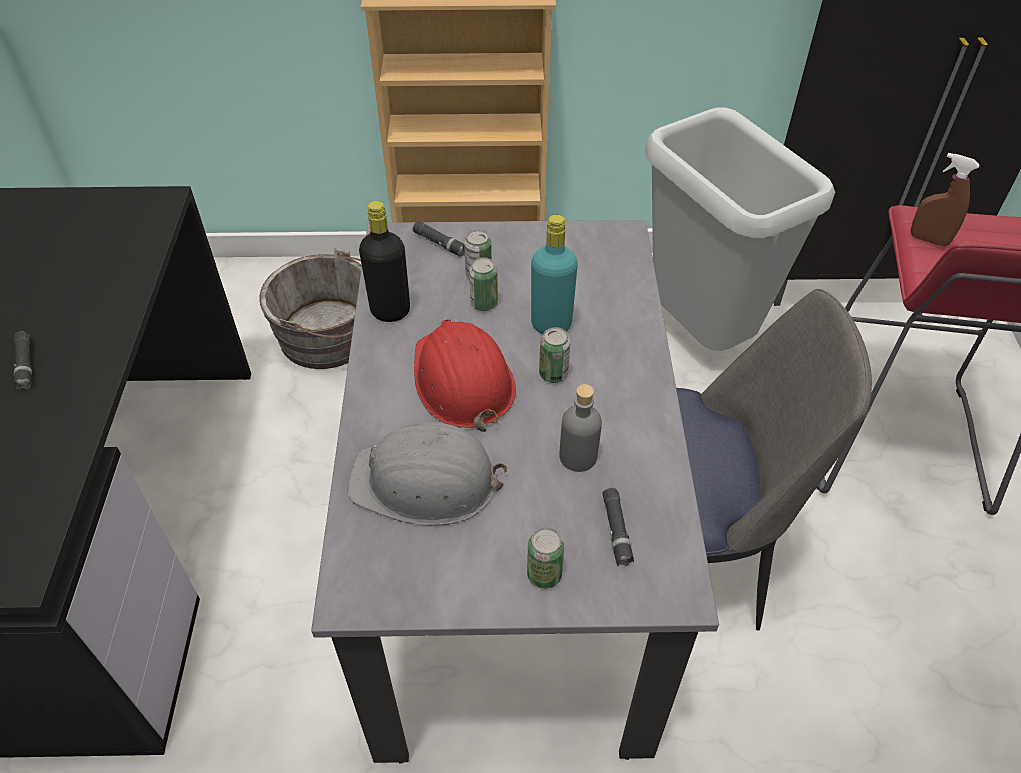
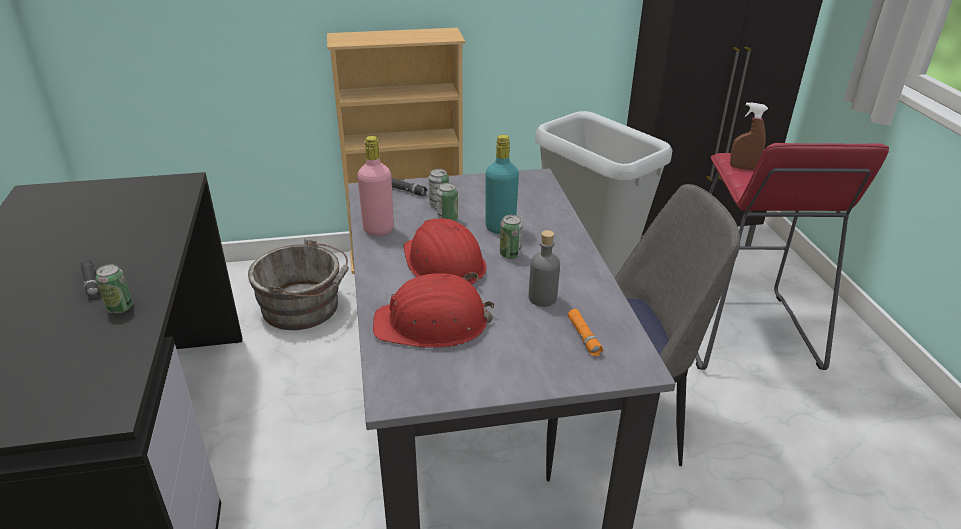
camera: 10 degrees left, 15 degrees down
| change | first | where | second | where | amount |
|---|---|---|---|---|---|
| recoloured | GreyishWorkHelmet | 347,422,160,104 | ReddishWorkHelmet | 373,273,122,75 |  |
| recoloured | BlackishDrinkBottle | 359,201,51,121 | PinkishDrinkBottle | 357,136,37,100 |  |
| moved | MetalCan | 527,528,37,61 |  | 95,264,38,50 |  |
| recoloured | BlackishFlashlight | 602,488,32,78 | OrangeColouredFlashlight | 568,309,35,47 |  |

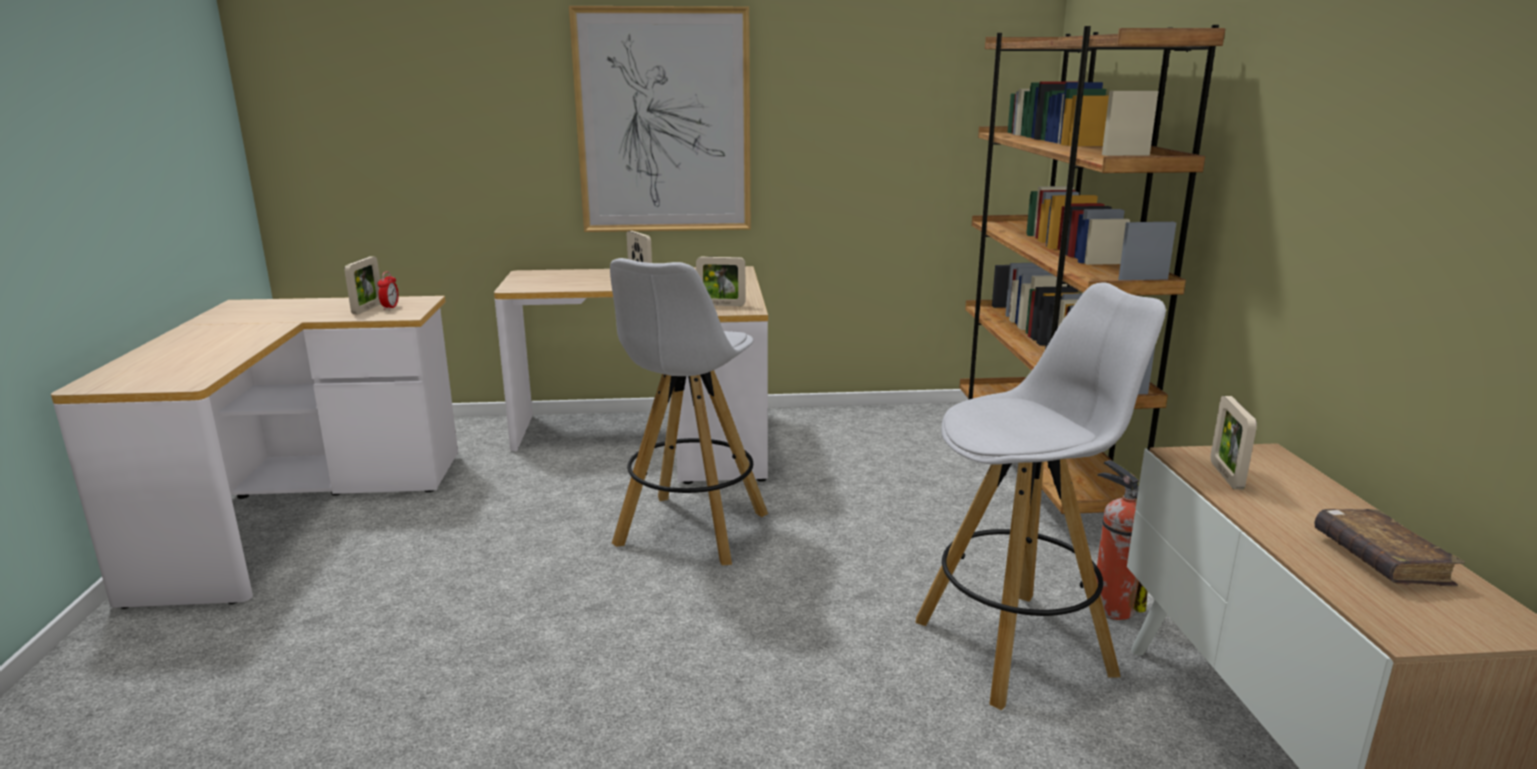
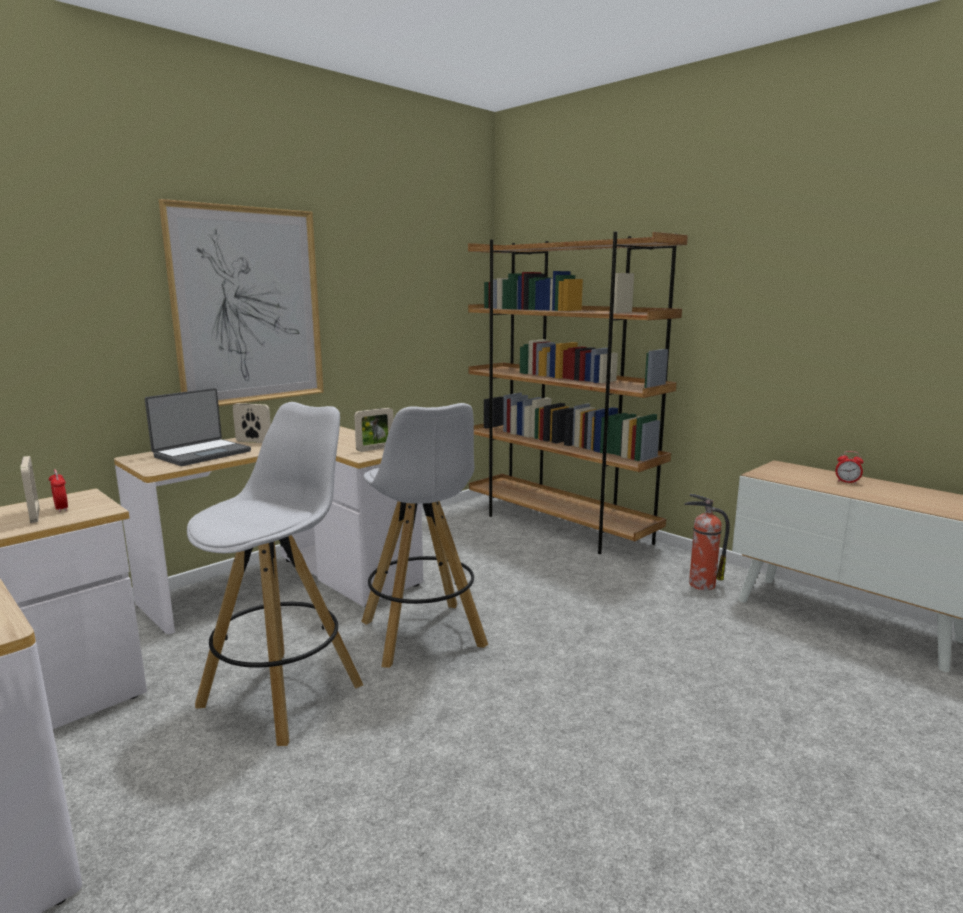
camera: 40 degrees left, 5 degrees down
| change | first | where | second | where | amount |
|---|---|---|---|---|---|
| moved | WhitishStoolSeat | 915,282,251,428 |  | 187,402,176,344 |  |
| removed | PictureFrame | 1210,396,47,94 |  |  |  |
| removed | BrownBoundBook | 1314,509,151,77 |  |  |  |
| added |  |  | NotebookComputer | 145,388,106,78 |  |
| added |  |  | AlarmClock | 836,451,28,33 |  |

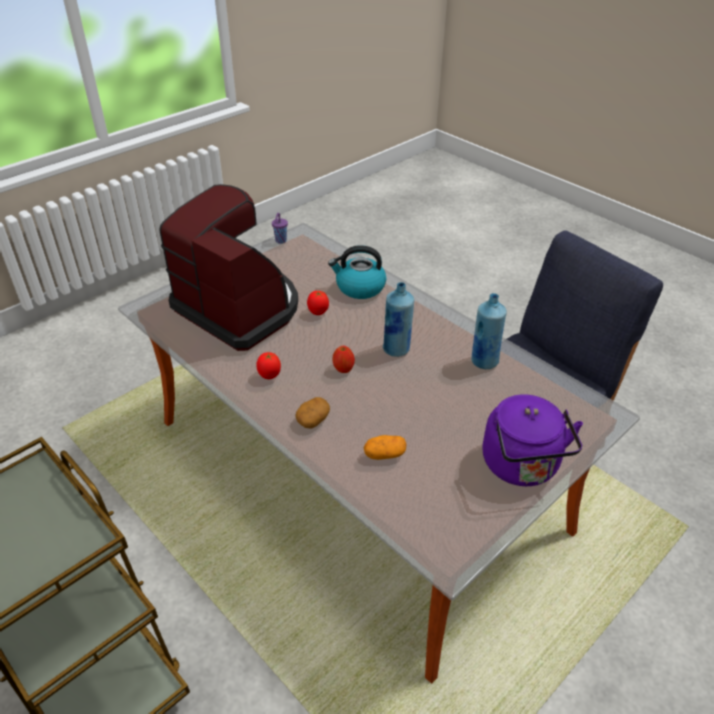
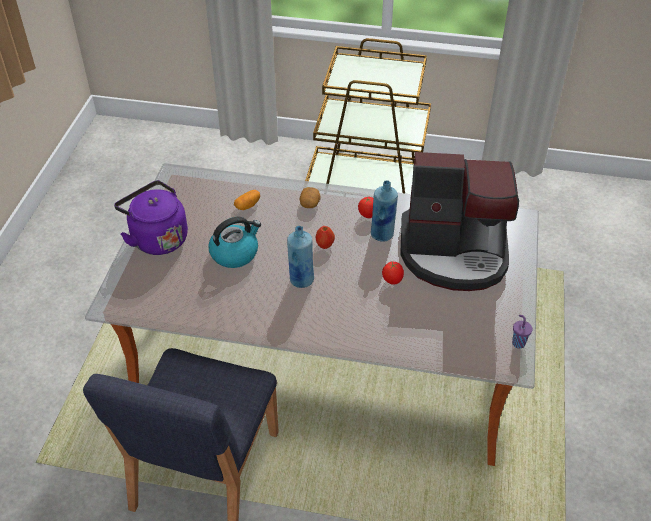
camera: 145 degrees right, 5 degrees up
| change | first | where | second | where | amount |
|---|---|---|---|---|---|
| moved | Kettle | 328,245,58,54 |  | 208,217,53,51 |  |
| moved | BluishDrinkBottle | 471,293,36,76 |  | 371,181,27,61 |  |

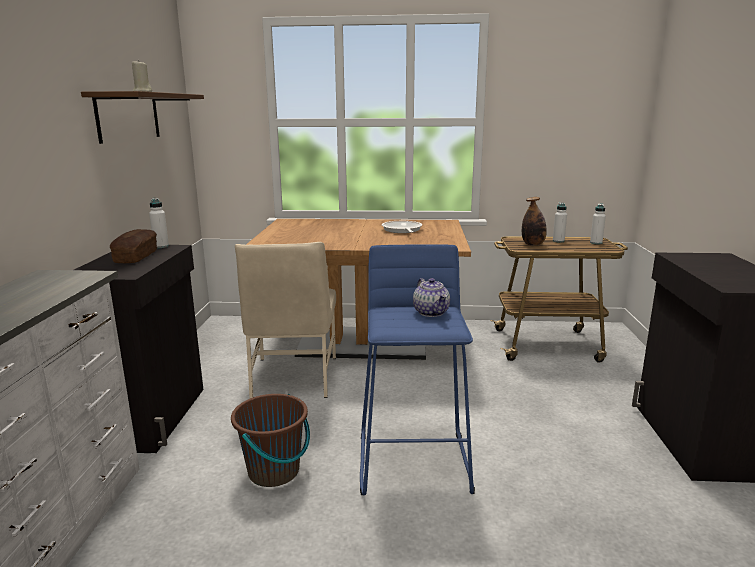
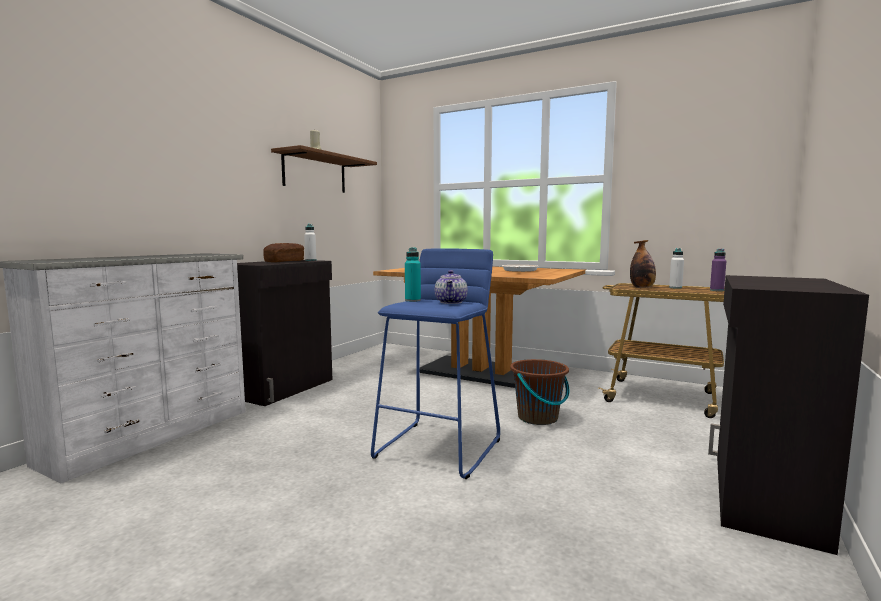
camera: 25 degrees right, 10 degrees down
| change | first | where | second | where | amount |
|---|---|---|---|---|---|
| moved | BrownBucket | 231,394,79,93 |  | 510,359,59,66 |  |
| removed | BeigeUprightChair | 235,242,101,156 |  |  |  |
| recoloured | WhitishDrinkBottle | 590,203,16,41 | PurpleColouredDrinkBottle | 710,249,16,42 |  |
| added |  |  | BlueGreenDrinkBottle | 405,247,16,55 |  |

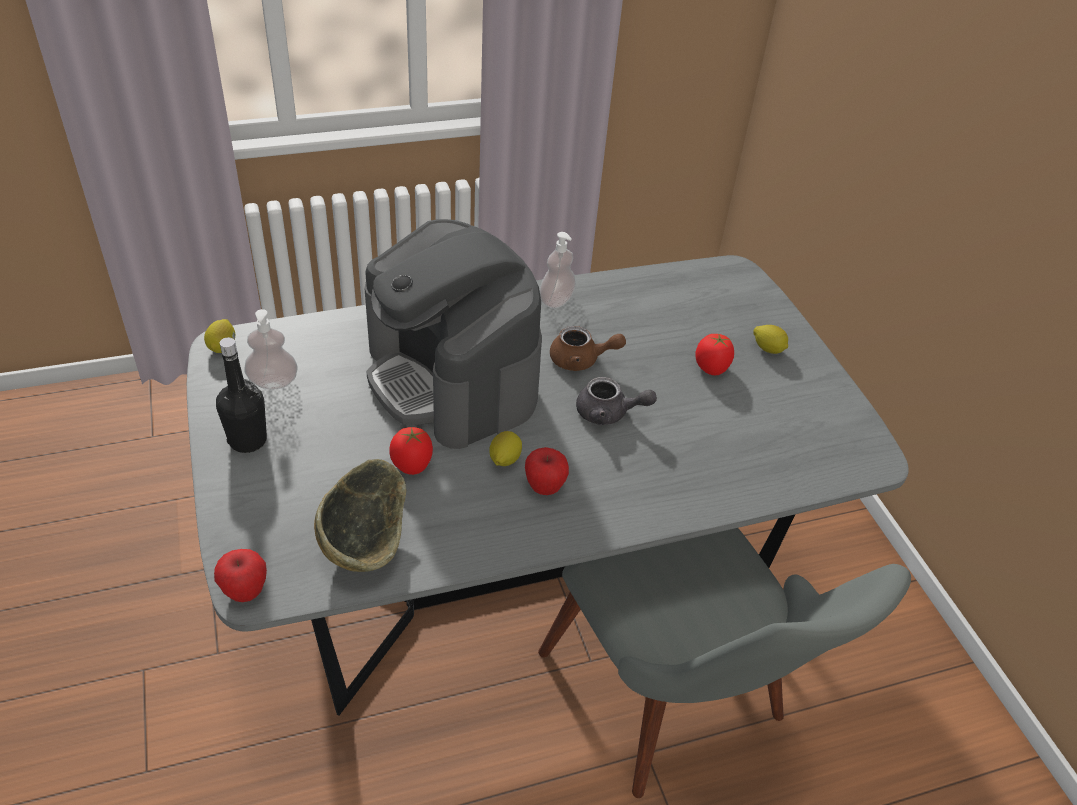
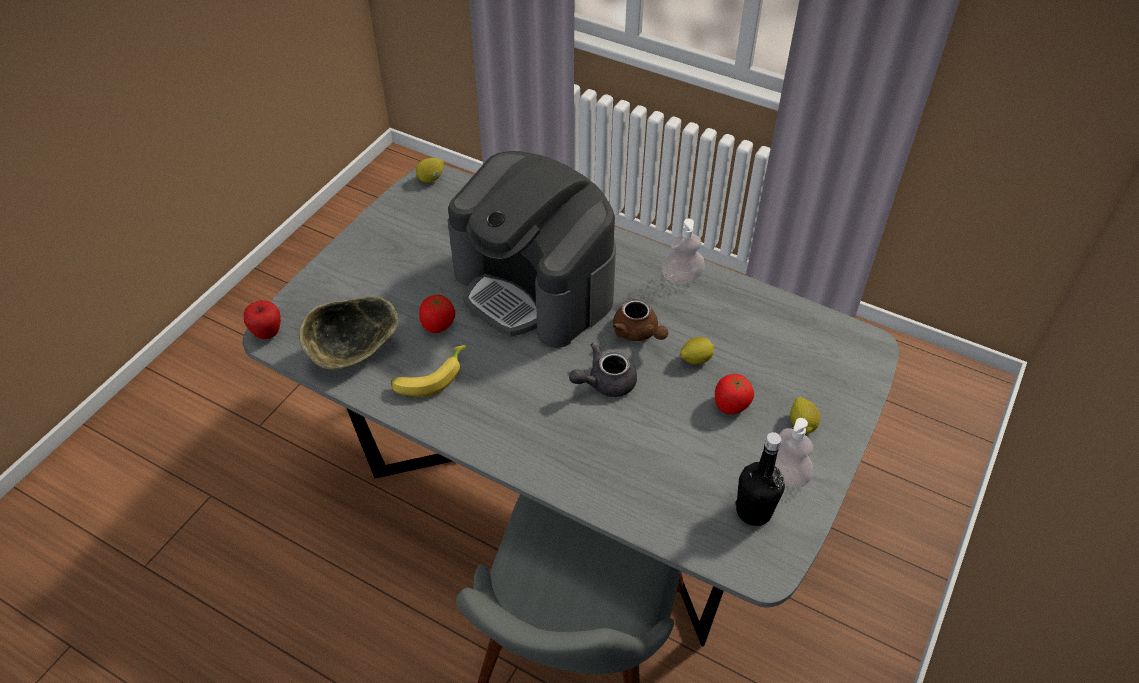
camera: 50 degrees right, 5 degrees up
| change | first | where | second | where | amount |
|---|---|---|---|---|---|
| moved | BlackishDrinkBottle | 216,337,51,116 |  | 735,432,50,94 |  |
| moved | LiquidSoapBottle | 245,309,53,80 |  | 775,418,38,70 |  |
| turned | CoffeeBrewer | 364,219,178,230 |  | 448,151,168,197 | 60 degrees counterclockwise |
| moved | CitrusFruit | 489,431,33,35 |  | 680,337,35,27 |  |
| removed | WholeApple | 525,447,44,48 |  |  |  |
| turned | GreyishPotForTea | 576,377,81,48 |  | 569,343,68,54 | 90 degrees clockwise |
| added |  |  | Banana | 391,345,76,52 |  |

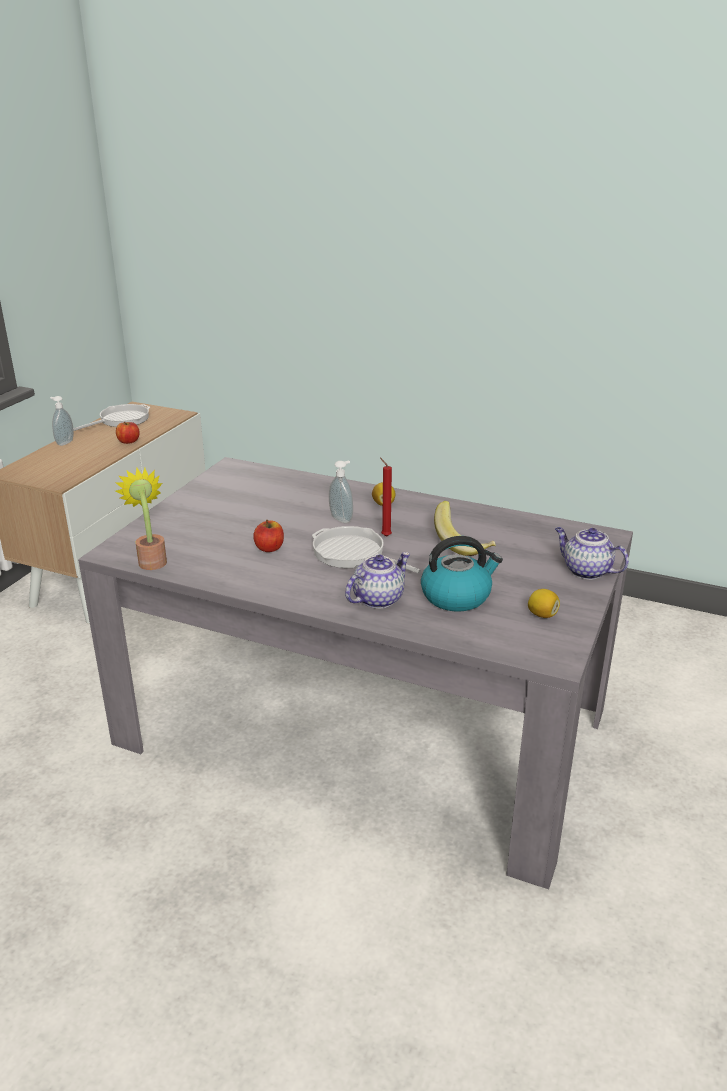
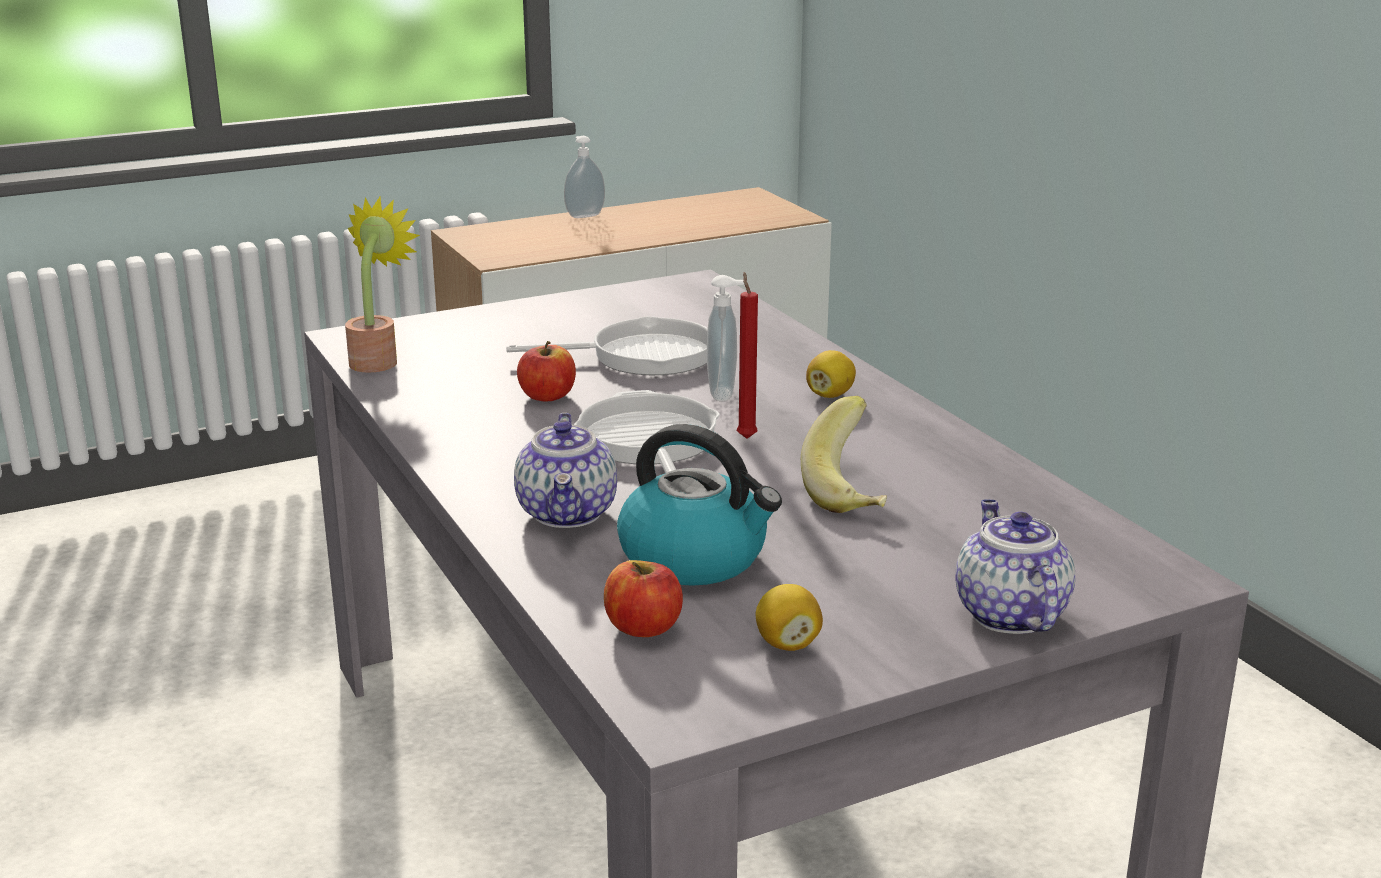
camera: 40 degrees right, 5 degrees down
| change | first | where | second | where | amount |
|---|---|---|---|---|---|
| moved | Skillet | 73,404,77,27 |  | 506,316,202,59 |  |
| moved | WholeApple | 116,422,24,22 |  | 604,560,79,77 |  |
| turned | PotForTea | 345,552,65,57 |  | 514,413,103,115 | 90 degrees clockwise |

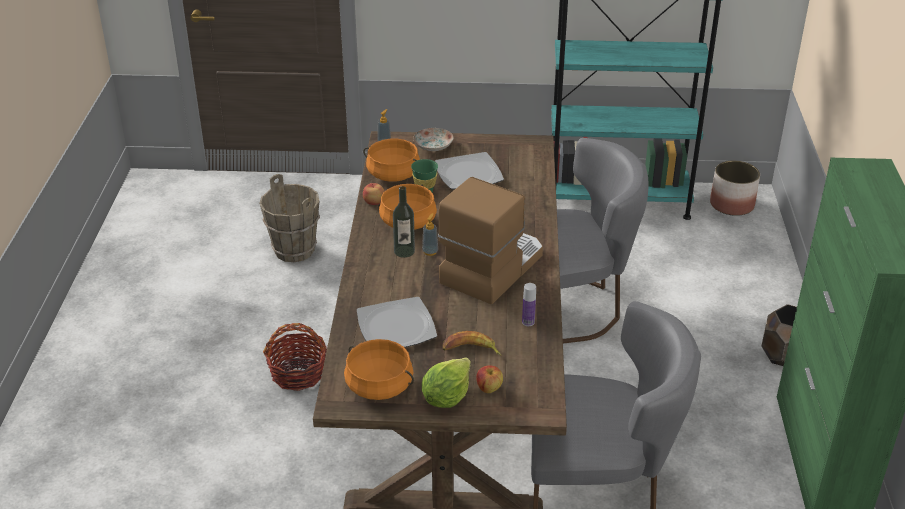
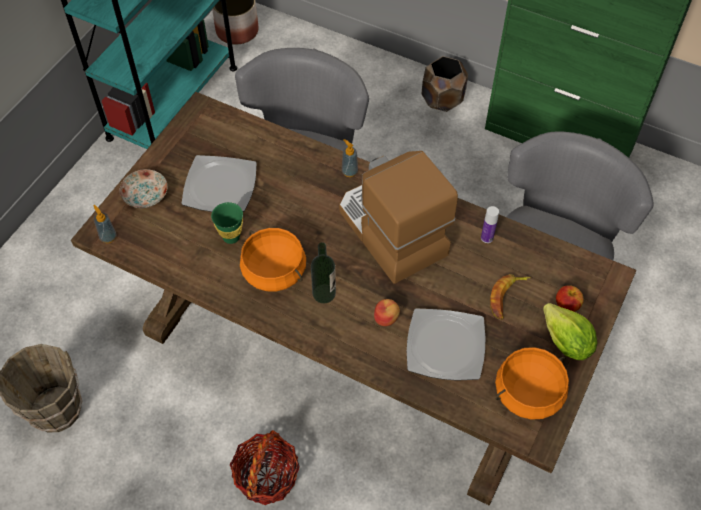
camera: 65 degrees left, 20 degrees up
| change | first | where | second | where | amount |
|---|---|---|---|---|---|
| removed | OrangeColouredSaucepot | 363,139,57,43 |  |  |  |
| moved | WholeApple | 363,183,22,22 |  | 374,299,26,27 |  |
| moved | LiquidSoapBottle | 422,213,16,43 |  | 342,139,16,38 |  |

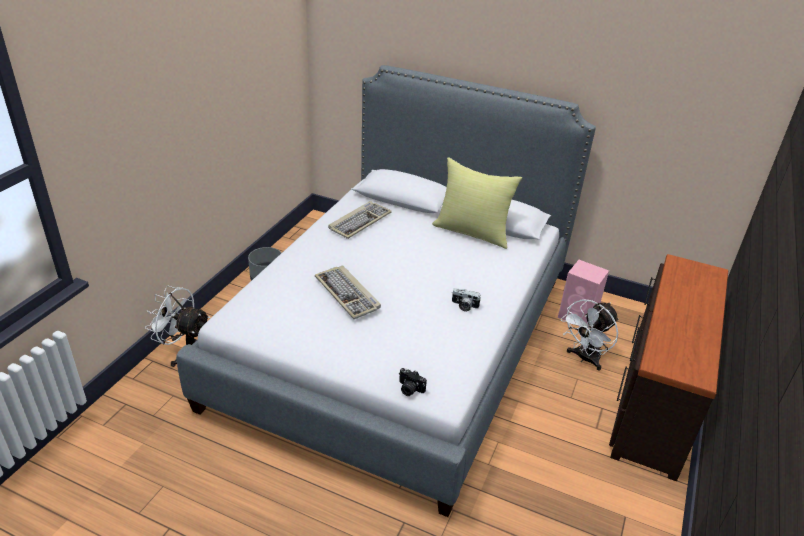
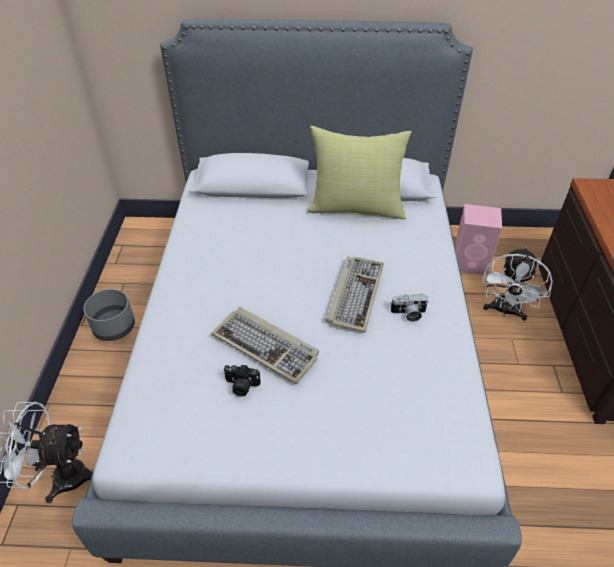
camera: 20 degrees left, 10 degrees up
| change | first | where | second | where | amount |
|---|---|---|---|---|---|
| moved | ComputerKeyboard | 328,201,64,38 |  | 326,256,58,77 |  |
| moved | PhotoCamera | 399,368,28,28 |  | 223,364,38,33 |  |

